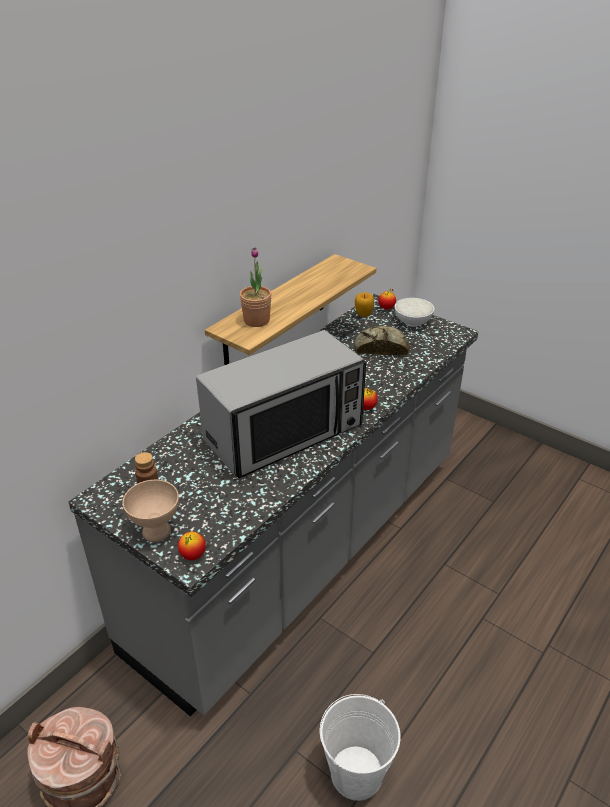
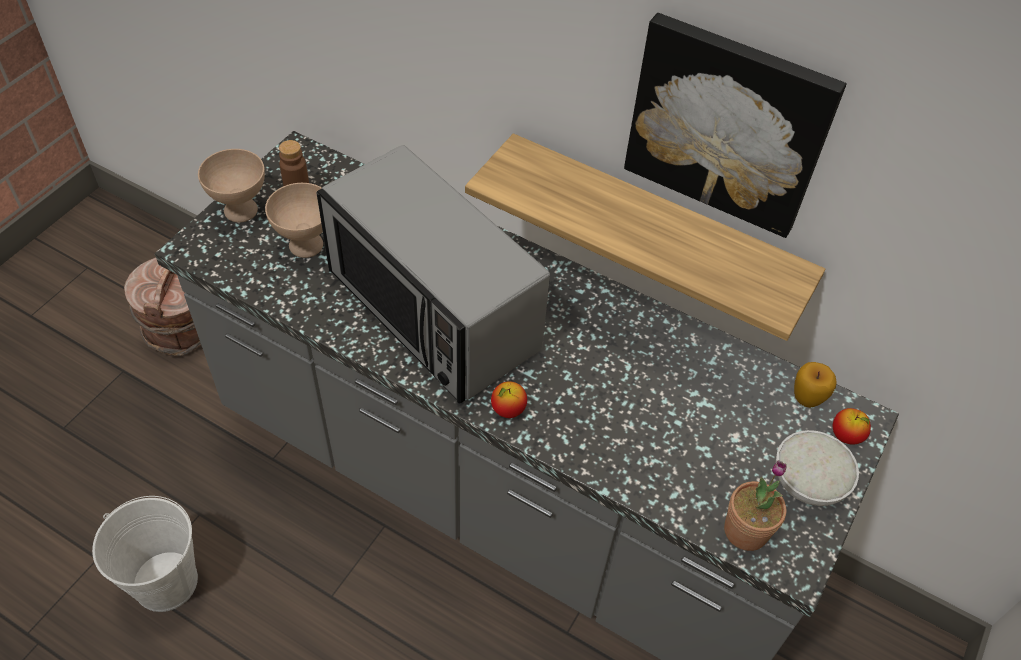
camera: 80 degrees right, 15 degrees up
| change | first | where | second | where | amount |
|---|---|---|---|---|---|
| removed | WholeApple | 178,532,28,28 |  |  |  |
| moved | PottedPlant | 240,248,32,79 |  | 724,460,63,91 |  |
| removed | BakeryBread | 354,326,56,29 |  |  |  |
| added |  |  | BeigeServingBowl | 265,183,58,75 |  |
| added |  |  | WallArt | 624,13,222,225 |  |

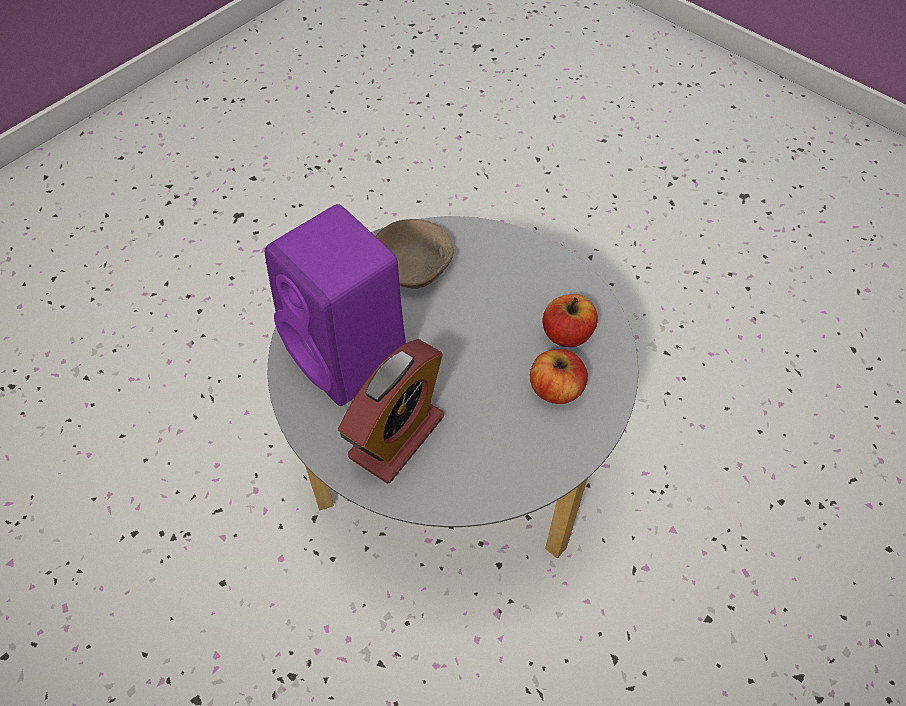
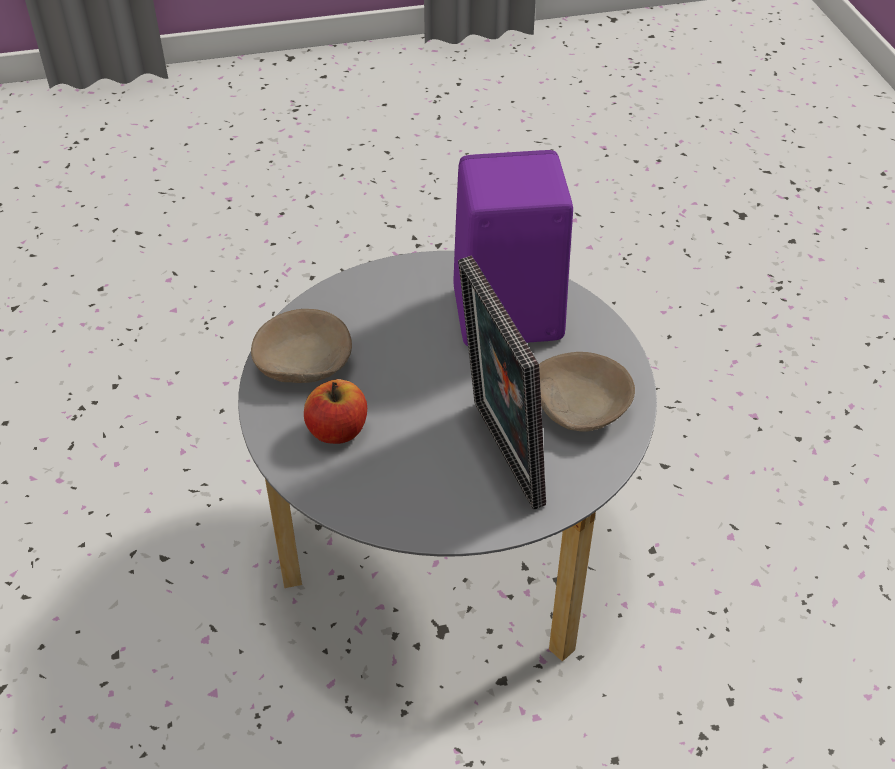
camera: 125 degrees right, 10 degrees down
| change | first | where | second | where | amount |
|---|---|---|---|---|---|
| removed | AlarmClock | 338,339,106,145 |  |  |  |
| removed | WholeApple | 542,294,56,53 |  |  |  |
| added |  |  | BeigeServingBowl | 251,309,101,74 |  |
| added |  |  | PictureFrame | 458,256,88,254 |  |

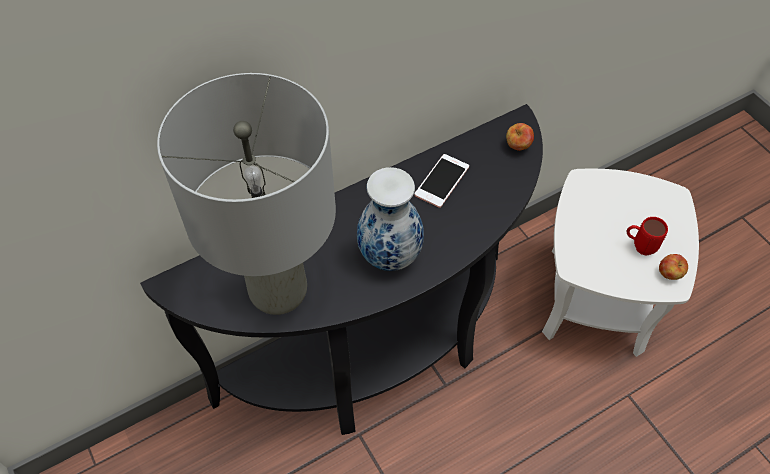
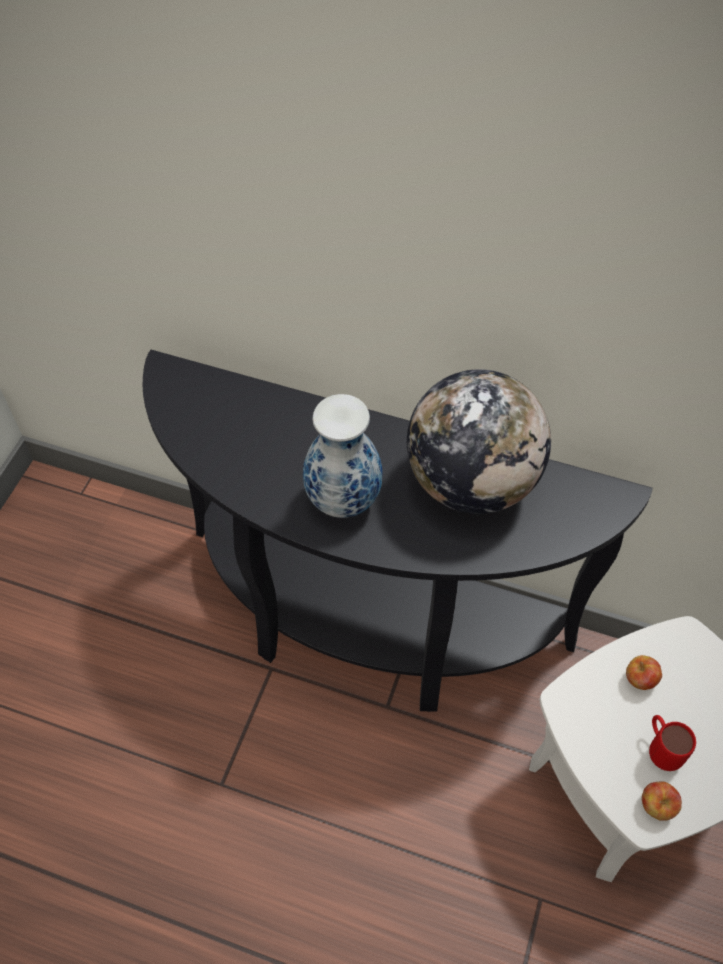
camera: 50 degrees right, 0 degrees up
| change | first | where | second | where | amount |
|---|---|---|---|---|---|
| removed | GreyishLampForATable | 157,73,179,242 |  |  |  |
| replaced | Handset | 414,154,55,54 | DeskGlobe | 407,369,144,145 |  |
| moved | WholeApple | 506,123,28,28 |  | 626,655,36,35 |  |

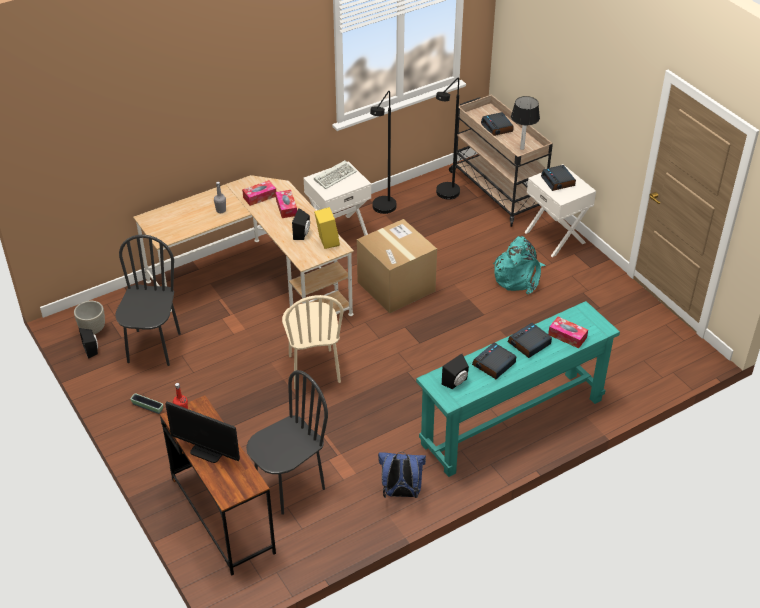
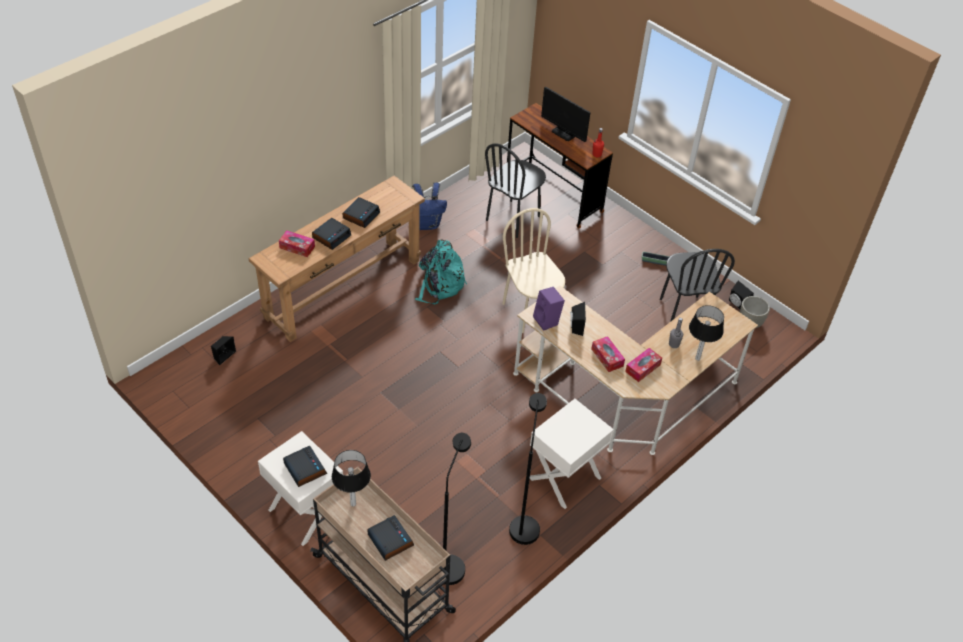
camera: 165 degrees right, 5 degrees up
| change | first | where | second | where | amount |
|---|---|---|---|---|---|
| turned | ComputerScreen | 165,401,75,62 |  | 541,87,49,55 | 150 degrees counterclockwise |
| removed | ComputerKeyboard | 314,160,43,29 |  |  |  |
| recoloured | YellowishLoudspeaker | 314,207,26,42 | PurpleColouredLoudspeaker | 533,287,32,44 |  |
| removed | CardboardBox | 357,219,80,95 |  |  |  |
| recoloured | BlueGreenHallTable | 416,301,204,176 | BrownHallTable | 249,175,176,167 |  |
| moved | BlackishLoudspeaker | 442,354,27,35 |  | 211,336,25,29 |  |
| moved | BlueGreenRucksack | 493,236,52,58 |  | 415,239,52,65 |  |
| added |  |  | LampForATable | 689,305,35,55 |  |

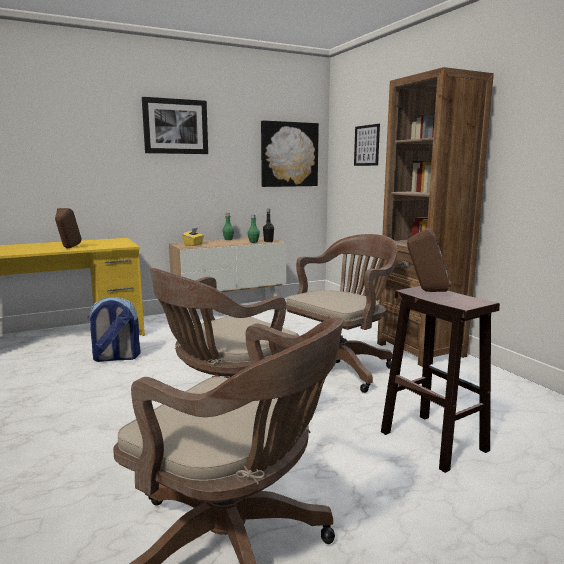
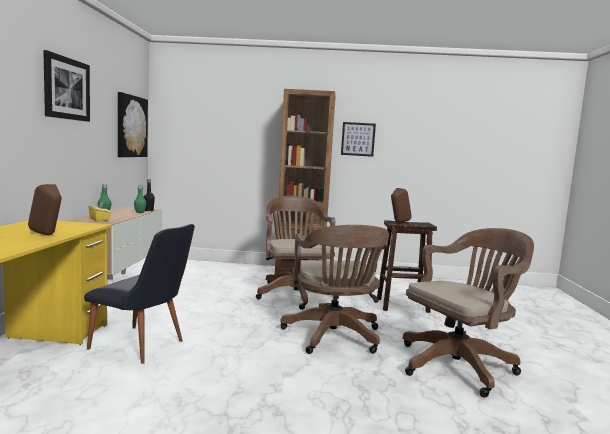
camera: 60 degrees left, 5 degrees down
| change | first | where | second | where | amount |
|---|---|---|---|---|---|
| replaced | Rucksack | 87,297,54,65 | BlackishUprightChair | 84,224,111,140 |  |
| moved | WallArt | 354,124,26,42 |  | 341,122,35,35 |  |

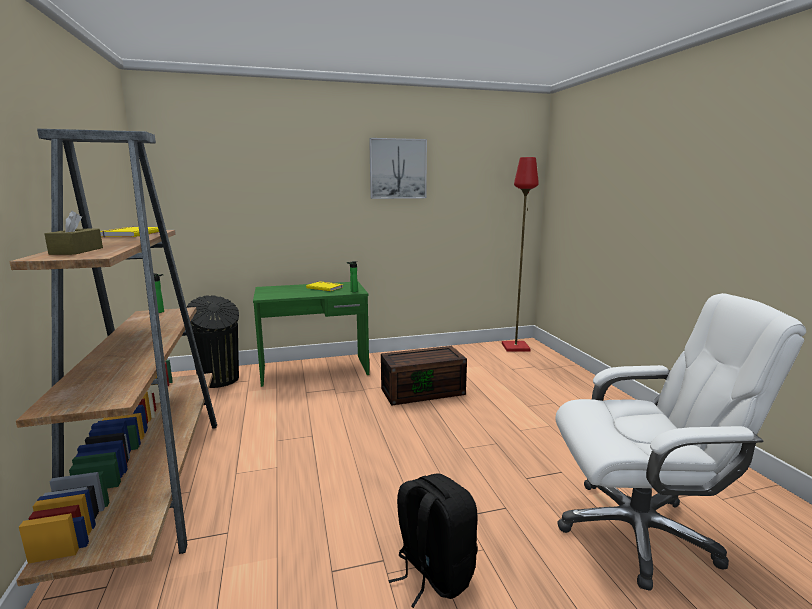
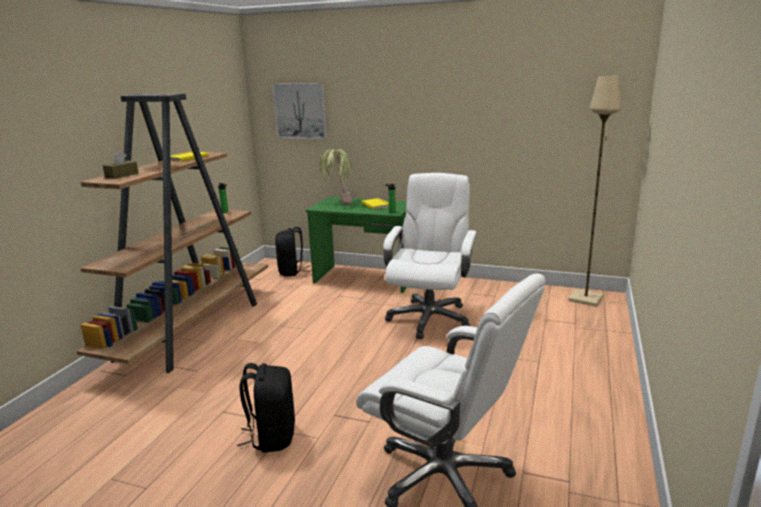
camera: 35 degrees right, 5 degrees up
| change | first | where | second | where | amount |
|---|---|---|---|---|---|
| replaced | BlackishRubbishBin | 187,295,52,93 | BlackishRucksack | 275,227,35,49 |  |
| moved | WallArt | 369,138,58,61 |  | 273,83,54,56 |  |
| replaced | BrownStorageContainer | 381,346,86,60 | WhitishComputerChair | 383,173,94,166 |  |
| recoloured | ReddishStandingLamp | 502,157,37,195 | BeigeStandingLamp | 568,76,53,231 |  |
| added |  |  | PottedPlant | 320,149,35,56 |  |

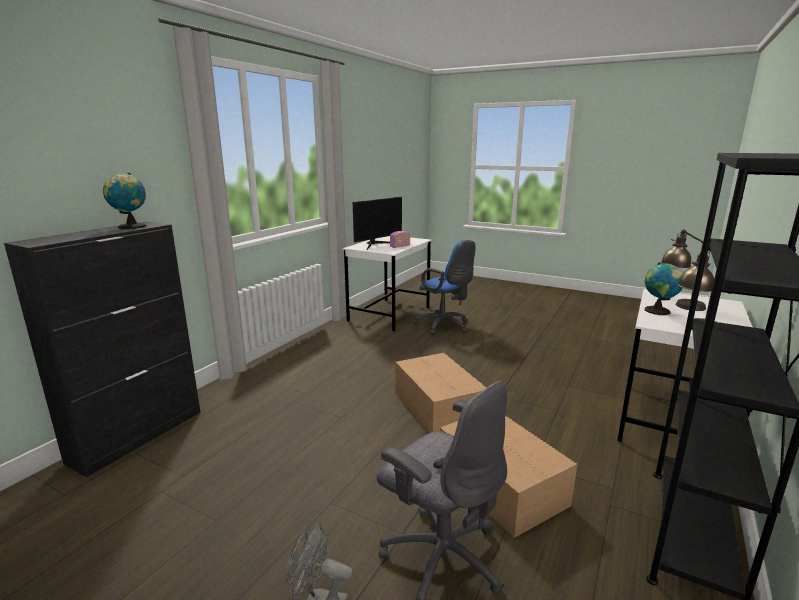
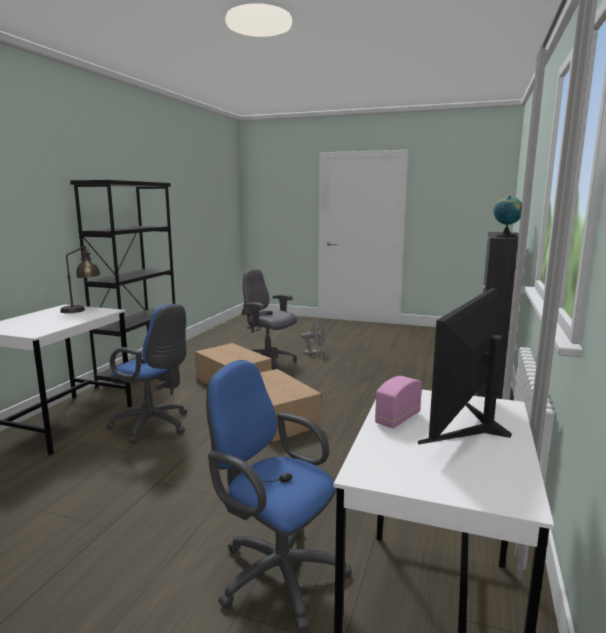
camera: 170 degrees right, 5 degrees down
| change | first | where | second | where | amount |
|---|---|---|---|---|---|
| removed | DeskGlobe | 645,262,38,53 |  |  |  |
| removed | LampForATable | 661,229,45,82 |  |  |  |
| added |  |  | BluishComputerChair | 106,304,81,140 |  |

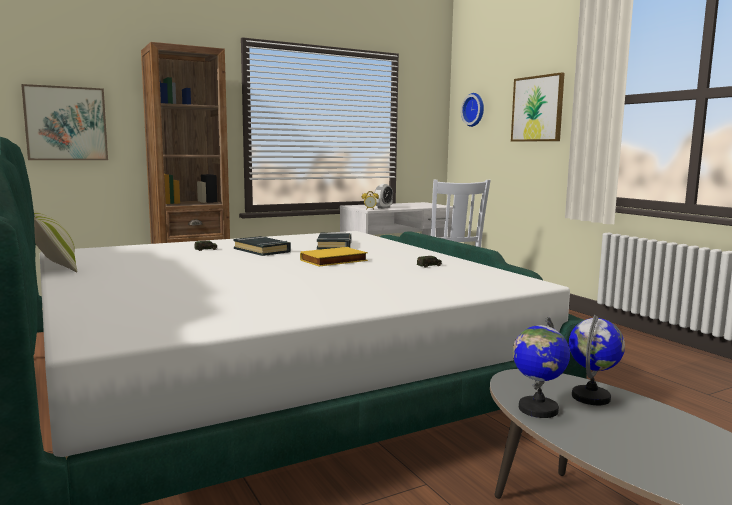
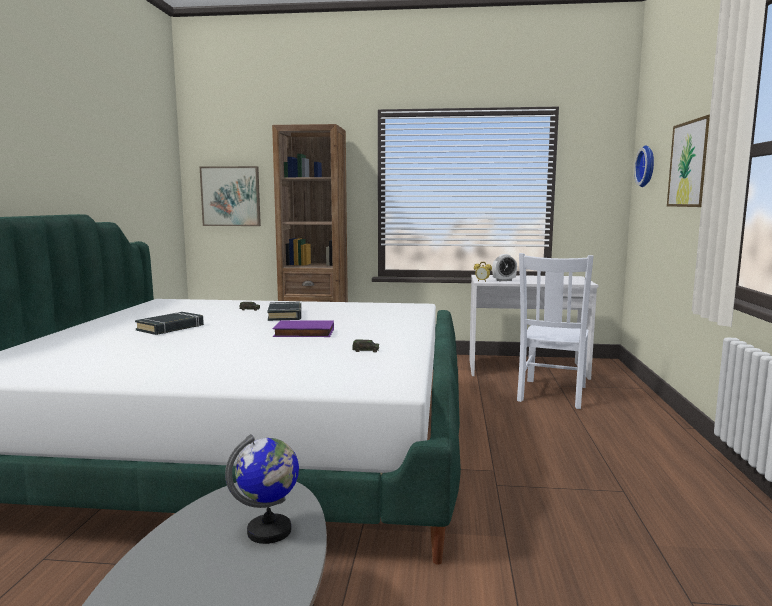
camera: 35 degrees right, 0 degrees up
| change | first | where | second | where | amount |
|---|---|---|---|---|---|
| removed | Pillow | 34,210,43,62 |  |  |  |
| recoloured | YellowishBoundBook | 300,247,68,19 | PurpleColouredBoundBook | 273,320,61,17 |  |
| moved | BlackishBoundBook | 317,233,35,16 |  | 135,312,69,23 |  |
| removed | DeskGlobe | 513,317,57,101 |  |  |  |

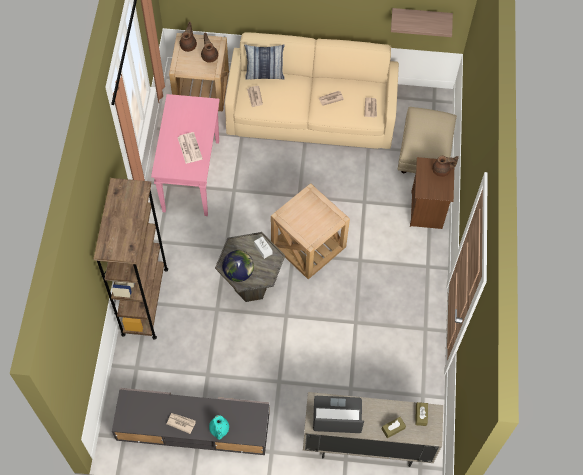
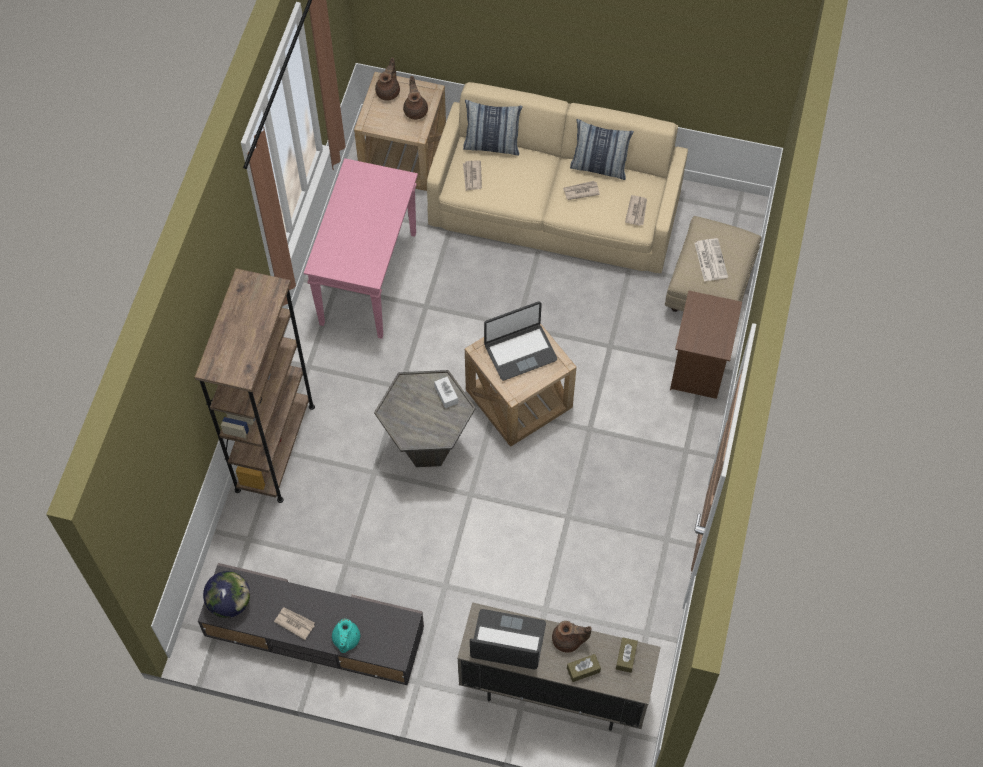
camera: 10 degrees right, 0 degrees up
| change | first | where | second | where | amount |
|---|---|---|---|---|---|
| moved | PrintedPaper | 178,132,25,32 |  | 694,238,34,43 |  |
| moved | DeskGlobe | 222,250,32,32 |  | 203,571,47,47 |  |
| removed | BracketShelf | 391,8,62,29 |  |  |  |
| moved | BrownPotForTea | 432,156,27,21 |  | 552,621,40,32 |  |
| added |  |  | NotebookComputer | 484,301,73,80 |  |
| added |  |  | Pillow | 570,119,64,61 |  |

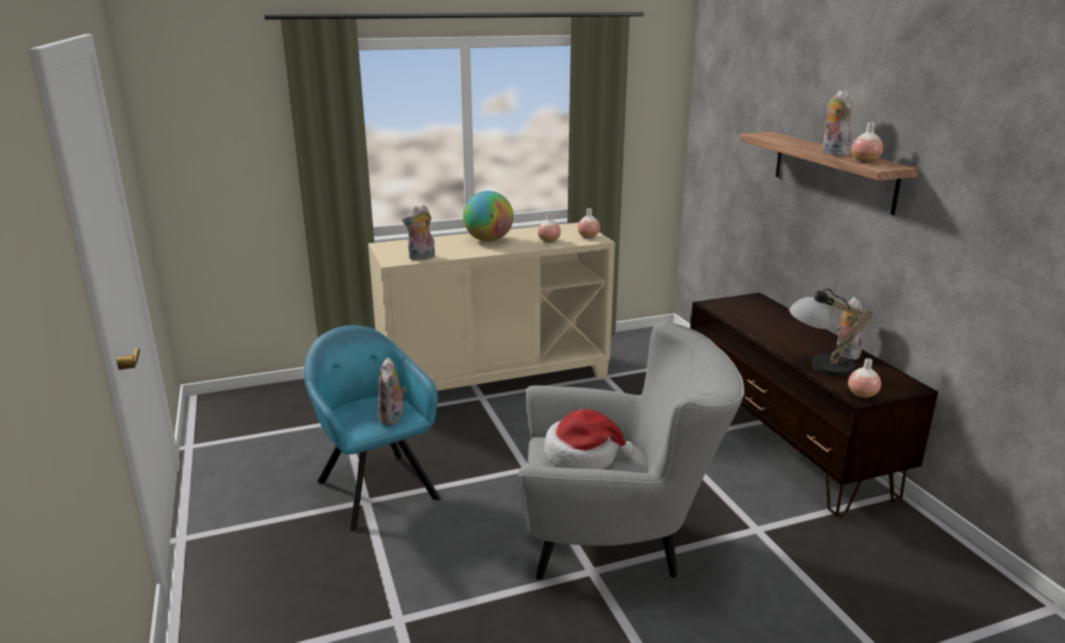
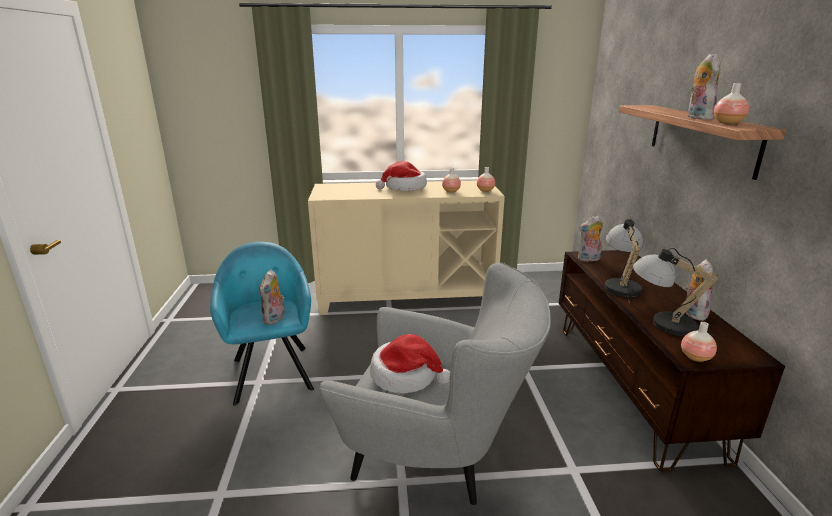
camera: 15 degrees right, 0 degrees up
| change | first | where | second | where | amount |
|---|---|---|---|---|---|
| moved | SoftToy | 402,205,33,55 |  | 578,215,25,47 |  |
| replaced | DeskGlobe | 463,191,50,51 | ClothingHat | 376,161,51,30 |  |
| added |  |  | LampForATable | 605,219,38,84 |  |

